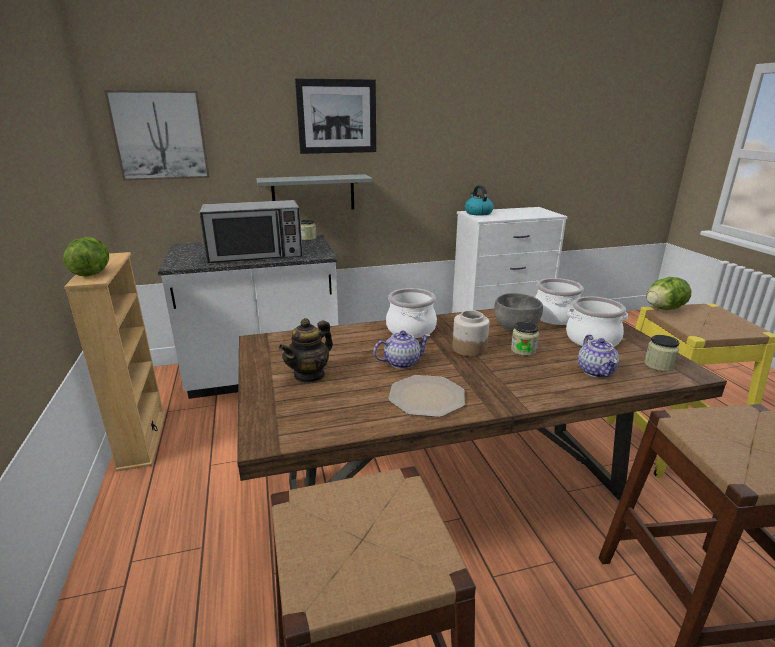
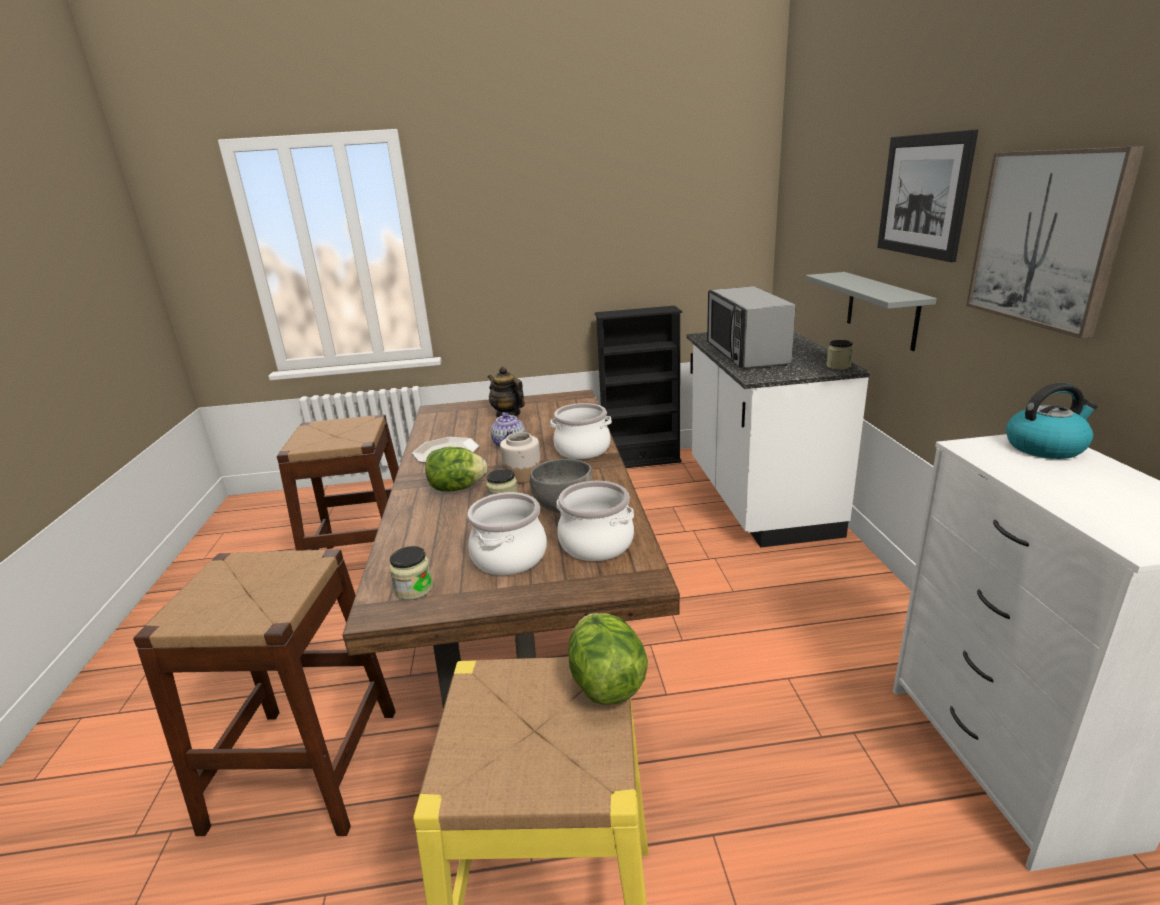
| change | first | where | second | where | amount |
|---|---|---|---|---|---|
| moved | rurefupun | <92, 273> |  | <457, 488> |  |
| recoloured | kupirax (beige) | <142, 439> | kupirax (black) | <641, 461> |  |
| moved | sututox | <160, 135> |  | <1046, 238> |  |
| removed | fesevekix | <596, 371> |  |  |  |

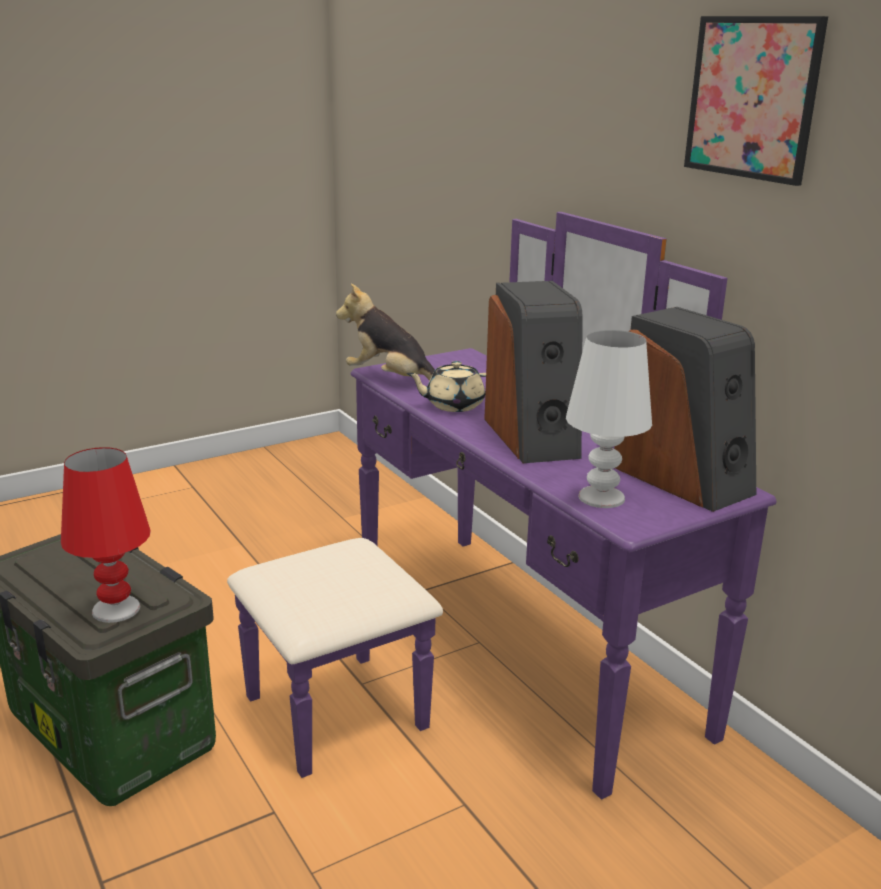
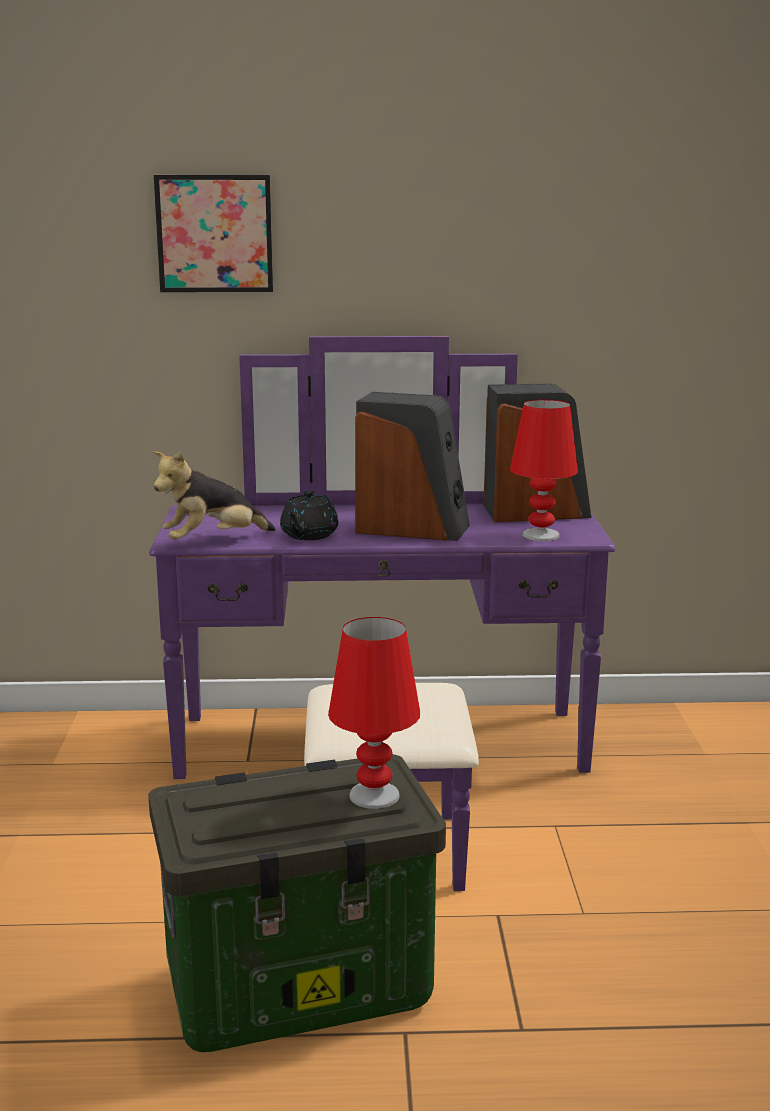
| change | first | where | second | where | amount |
|---|---|---|---|---|---|
| moved | sututox | <752, 98> |  | <214, 234> |  |
| recoloured | fesevekix (beige) | <453, 405> | fesevekix (black) | <308, 535> |  |
| recoloured | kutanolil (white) | <601, 497> | kutanolil (red) | <541, 535> |  |

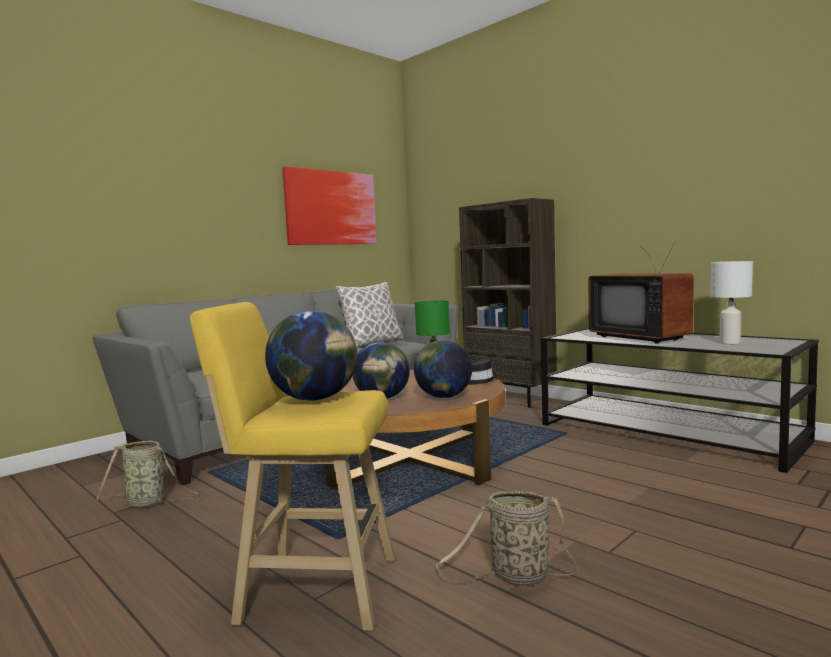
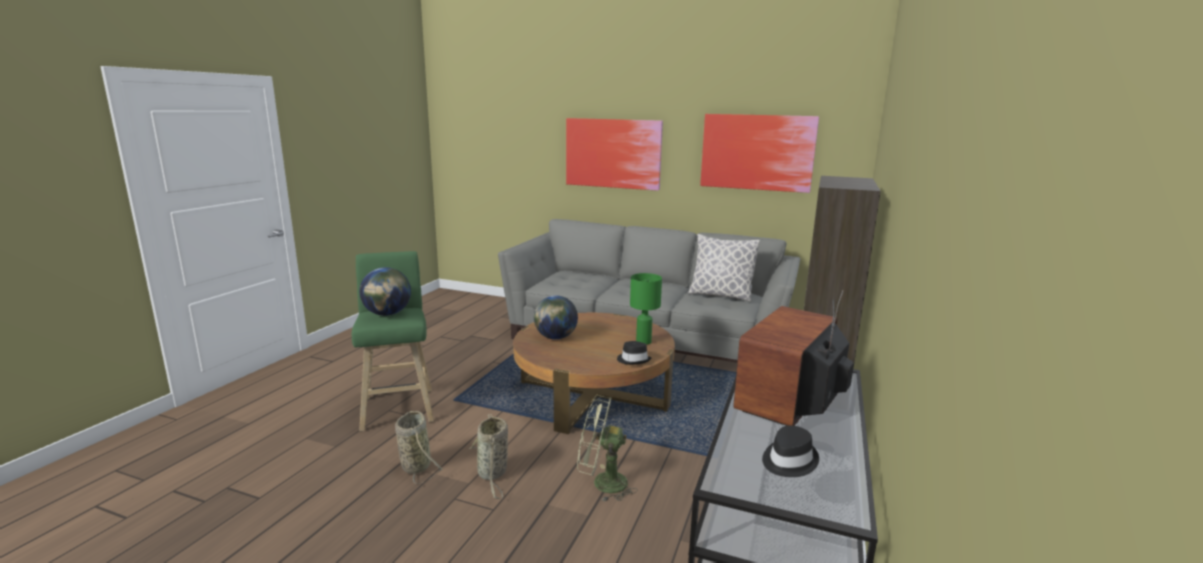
| change | first | where | second | where | amount |
|---|---|---|---|---|---|
| recoloured | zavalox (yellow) | <312, 588> | zavalox (green) | <398, 407> |  |
| moved | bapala | <148, 503> |  | <492, 474> |  |
| added |  |  | sututox | <613, 153> |  |
| added |  |  | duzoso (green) | <602, 483> |  |
| replaced | kutanolil (white) | <730, 342> | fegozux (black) | <788, 460> |  |
| removed | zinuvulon | <443, 397> |  |  |  |

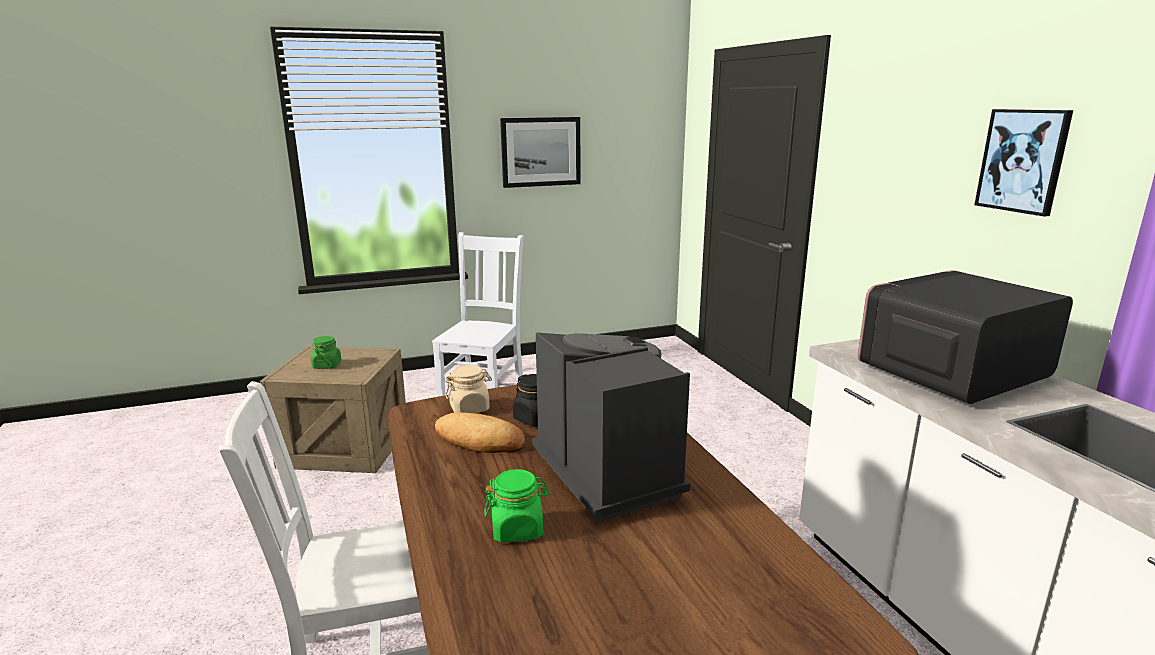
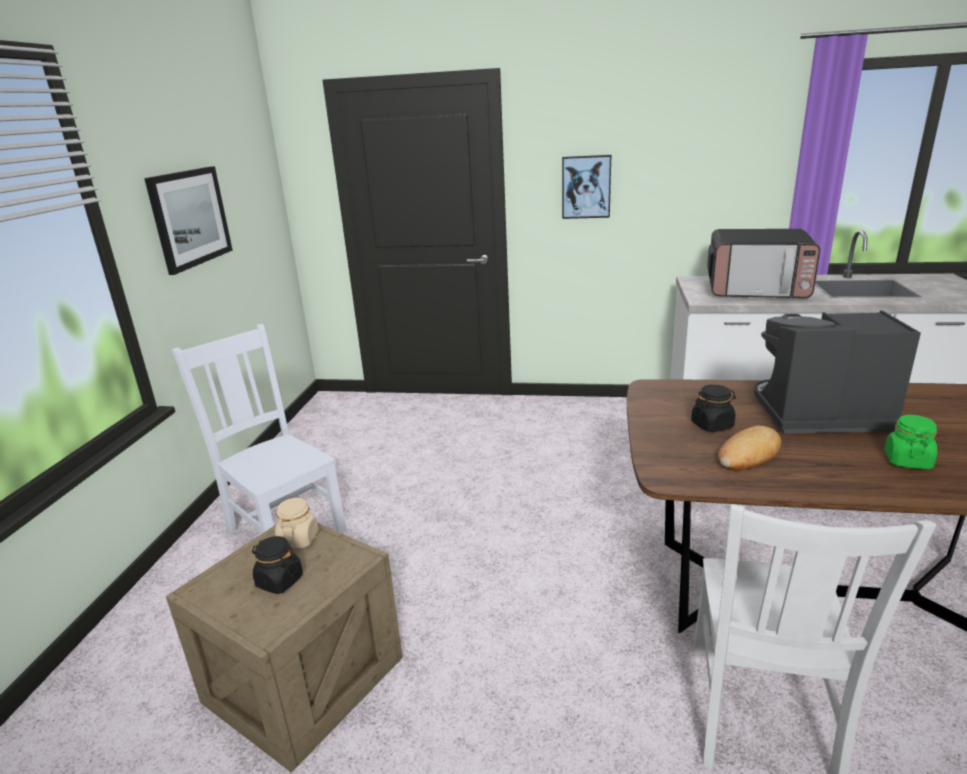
| change | first | where | second | where | amount |
|---|---|---|---|---|---|
| recoloured | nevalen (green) | <327, 365> | nevalen (black) | <279, 581> |  |
| moved | nevalen (beige) | <470, 408> |  | <298, 539> |  |
| moved | sututox | <1023, 161> |  | <586, 187> |  |
| turned | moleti | <951, 373> |  | <757, 290> | 75 degrees counterclockwise |

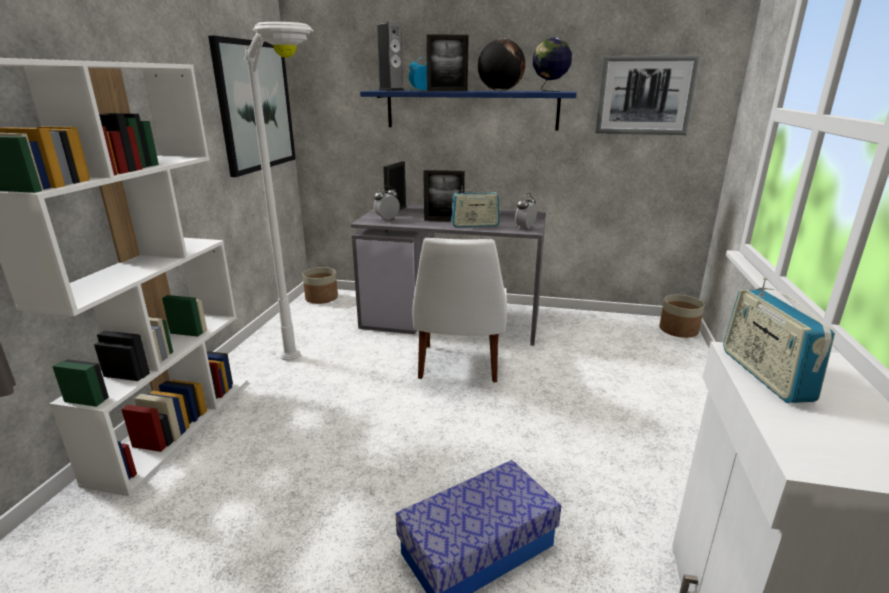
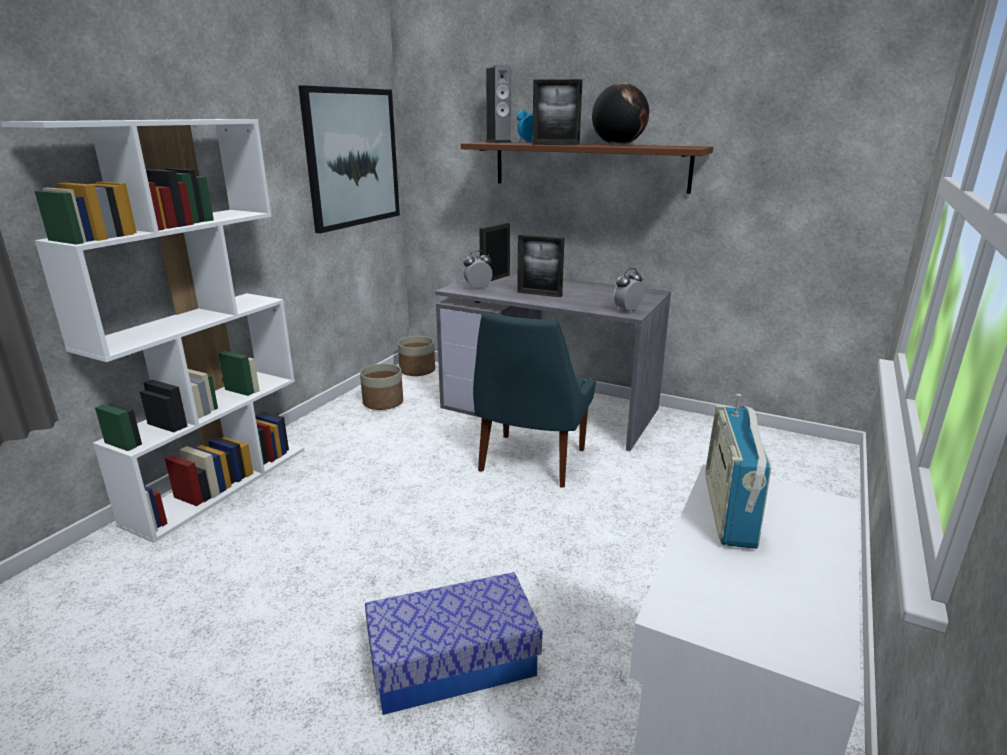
| change | first | where | second | where | amount |
|---|---|---|---|---|---|
| moved | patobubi | <678, 330> |  | <383, 402> |  |
| recoloured | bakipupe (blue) | <471, 110> | bakipupe (brown) | <589, 166> |  |
| recoloured | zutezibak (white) | <459, 365> | zutezibak (blue) | <530, 462> |  |
| removed | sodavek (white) | <312, 383> |  |  |  |
| removed | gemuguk | <475, 225> |  |  |  |
| removed | zinuvulon | <549, 91> |  |  |  |
| removed | sututox | <645, 95> |  |  |  |

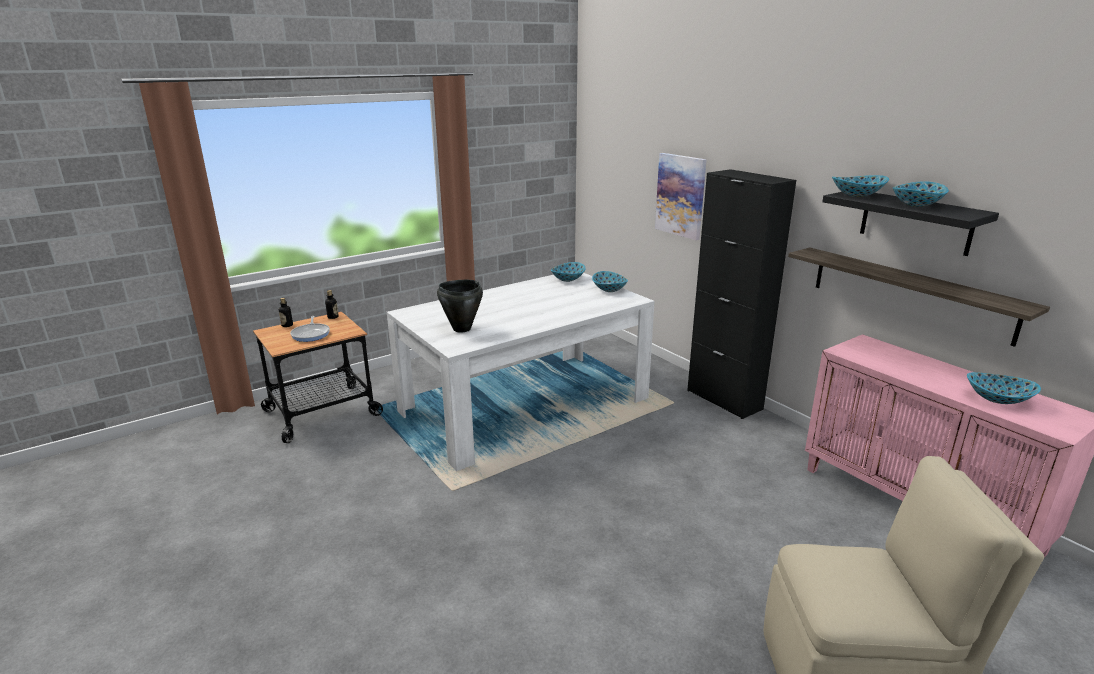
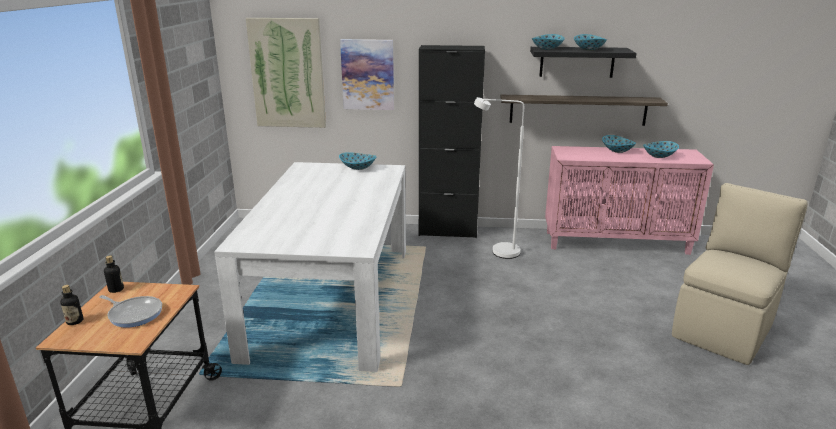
| change | first | where | second | where | amount |
|---|---|---|---|---|---|
| added |  |  | sututox | <287, 73> |  |
| added |  |  | sodavek (white) | <498, 251> |  |
| moved | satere | <567, 279> |  | <617, 151> |  |
| removed | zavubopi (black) | <461, 329> |  |  |  |

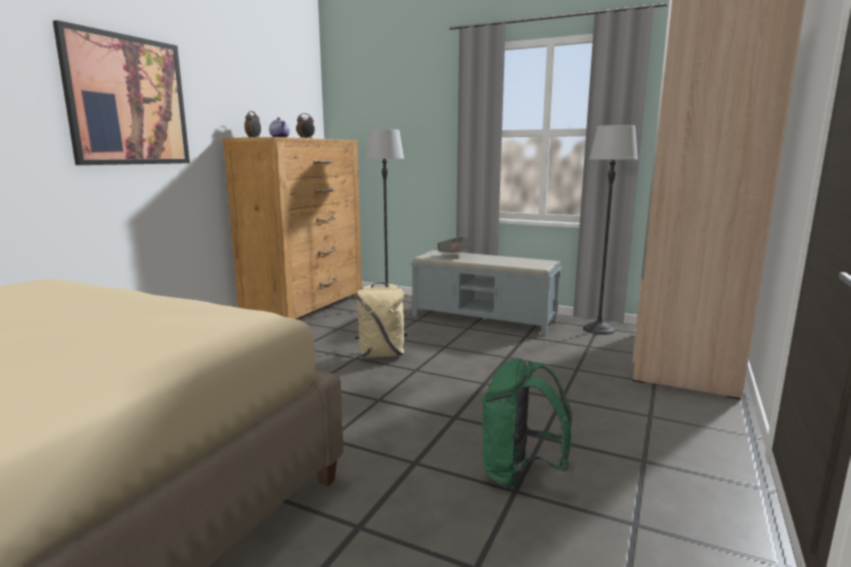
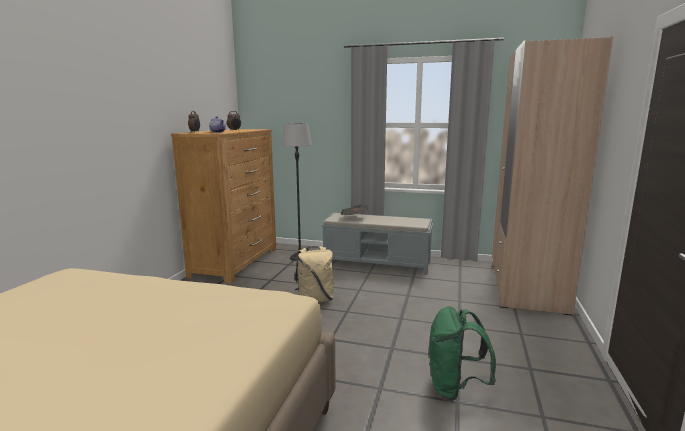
| change | first | where | second | where | amount |
|---|---|---|---|---|---|
| removed | sututox | <128, 101> |  |  |  |
| removed | sodavek | <599, 329> |  |  |  |

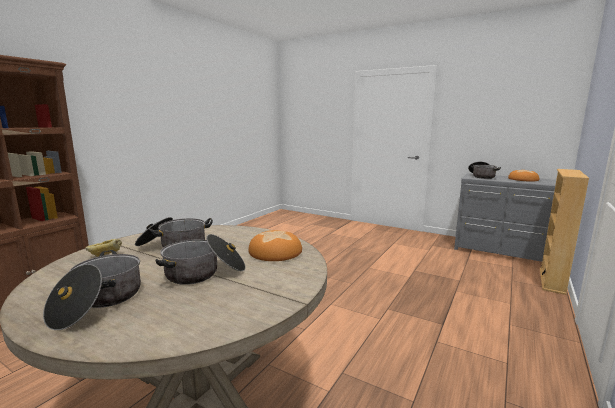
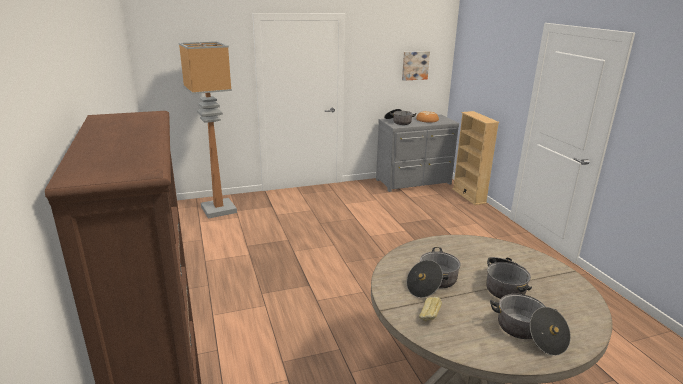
| change | first | where | second | where | amount |
|---|---|---|---|---|---|
| added |  |  | sodavek | <218, 210> |  |
| added |  |  | sututox | <415, 65> |  |
| removed | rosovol | <275, 252> |  |  |  |

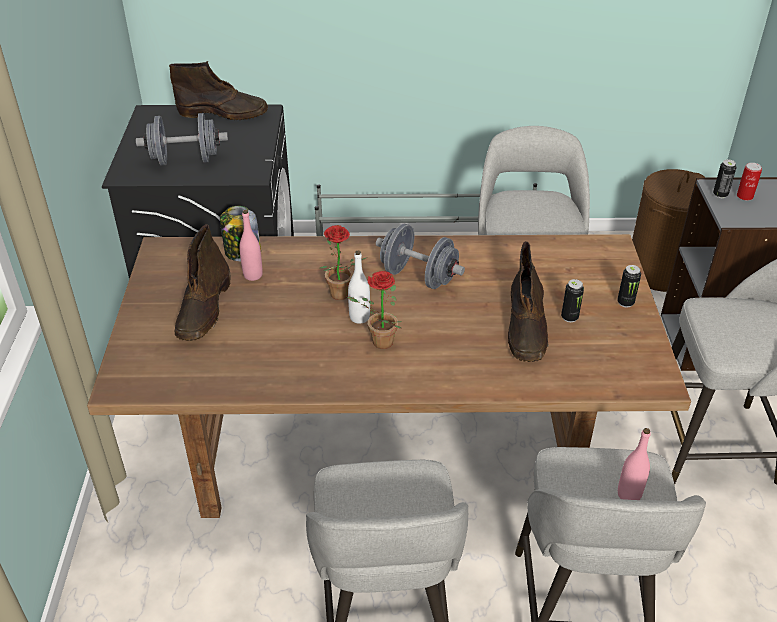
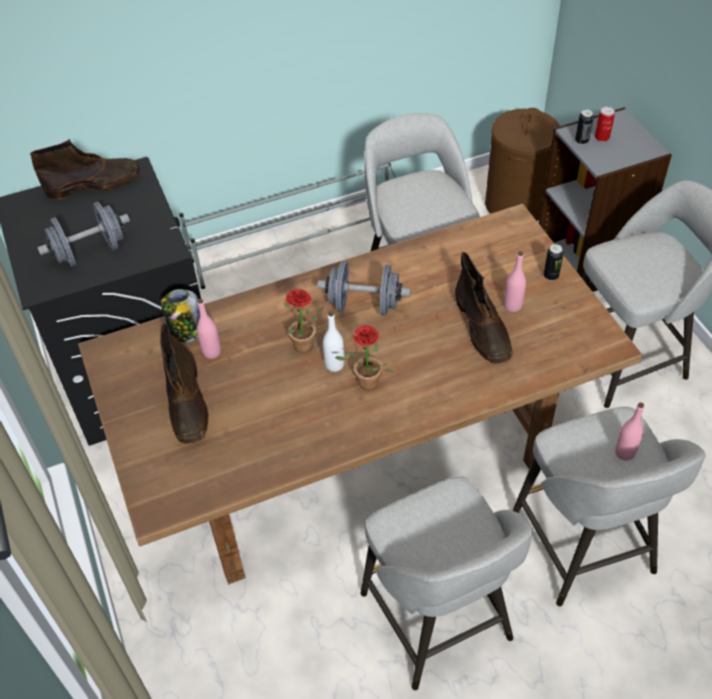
| change | first | where | second | where | amount |
|---|---|---|---|---|---|
| replaced | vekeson | <569, 317> | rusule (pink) | <512, 306> |  |

